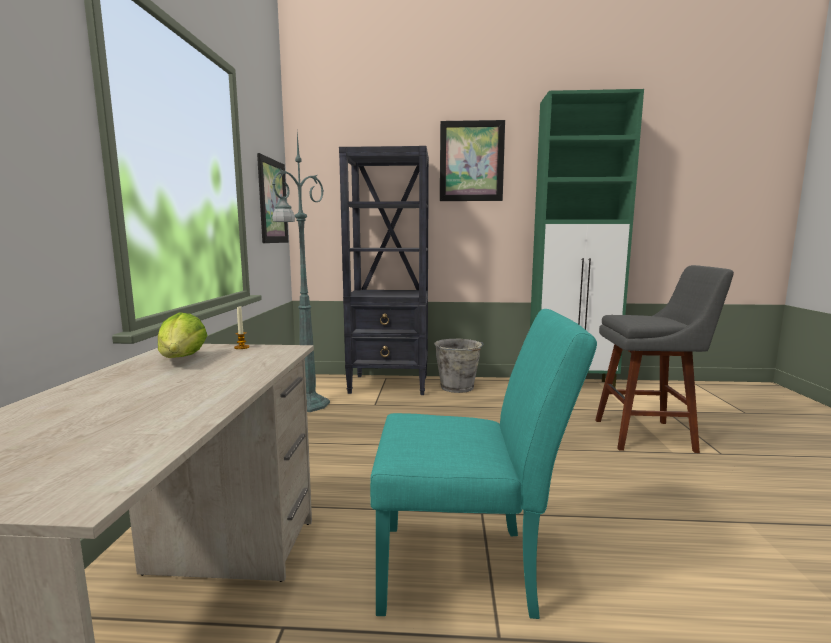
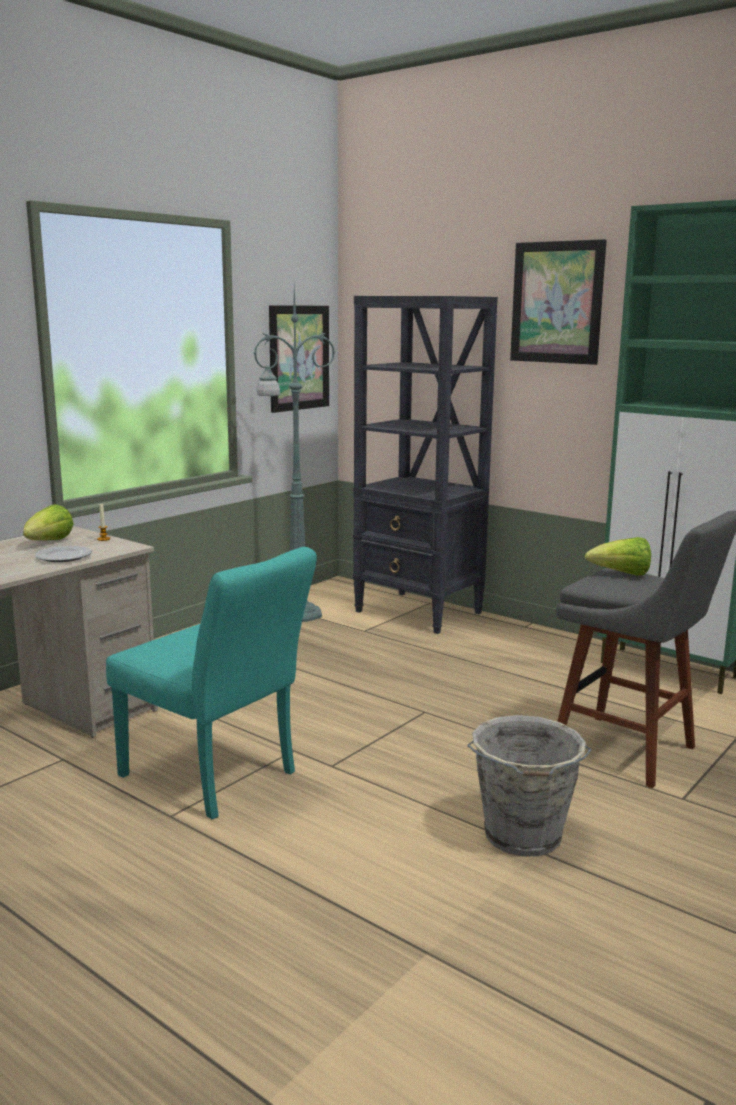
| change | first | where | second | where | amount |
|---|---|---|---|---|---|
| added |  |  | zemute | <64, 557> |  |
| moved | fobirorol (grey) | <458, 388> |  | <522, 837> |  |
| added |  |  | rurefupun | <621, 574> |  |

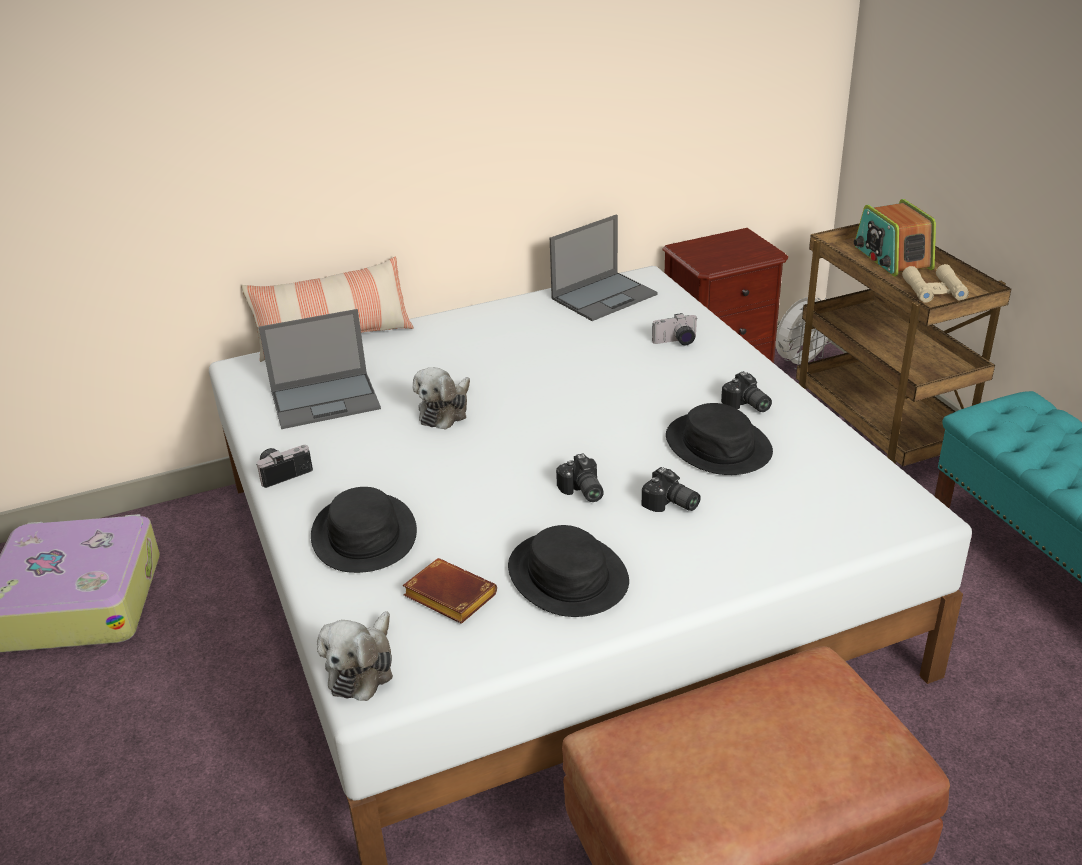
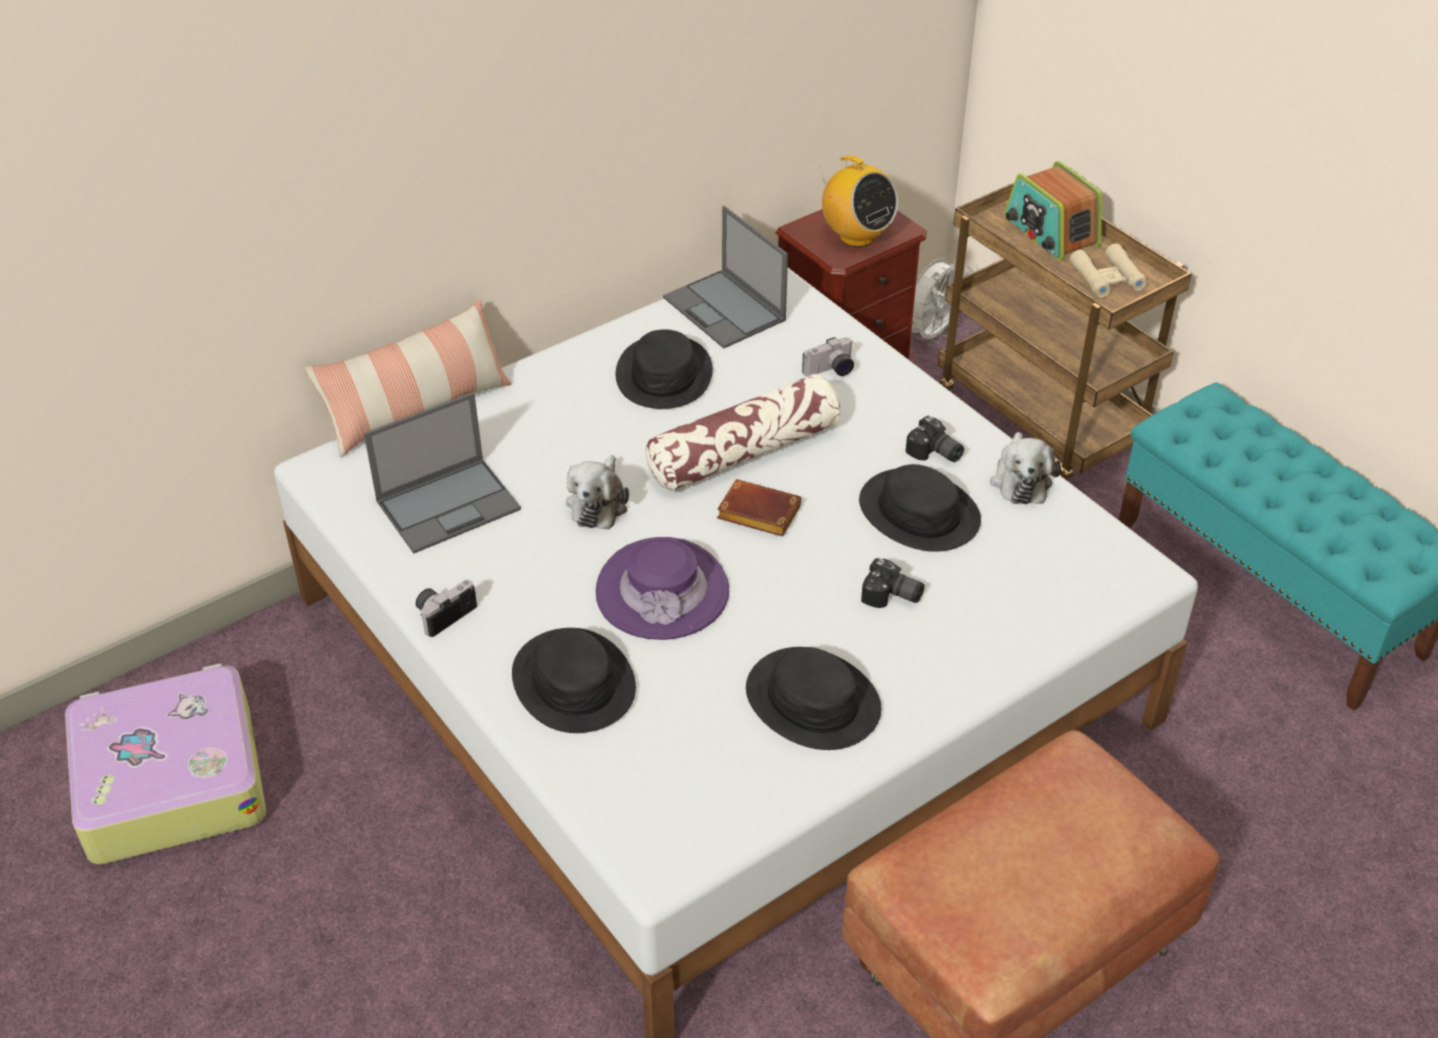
| change | first | where | second | where | amount |
|---|---|---|---|---|---|
| added |  |  | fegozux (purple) | <662, 591> |  |
| added |  |  | fegozux (black) | <664, 374> |  |
| added |  |  | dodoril | <744, 452> |  |
| turned | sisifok | <605, 296> |  | <725, 309> | 105 degrees clockwise |
| moved | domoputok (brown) | <447, 597> |  | <756, 514> |  |
| added |  |  | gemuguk | <856, 236> |  |
| moved | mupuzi | <362, 668> |  | <1020, 480> |  |
| removed | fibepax | <581, 491> |  |  |  |

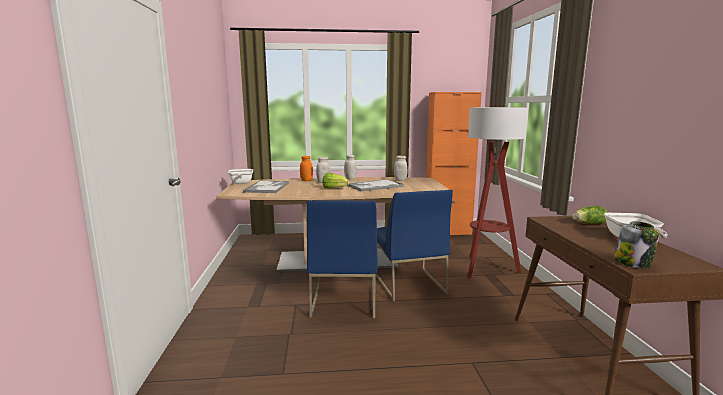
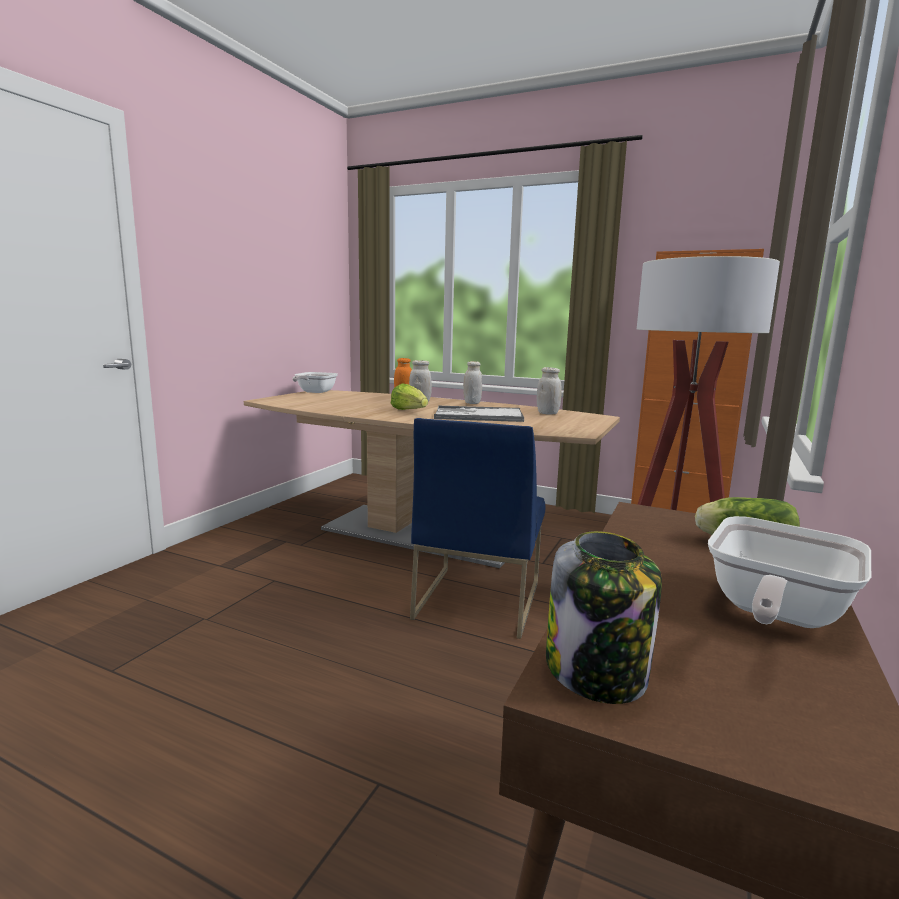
| change | first | where | second | where | amount |
|---|---|---|---|---|---|
| removed | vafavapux | <267, 187> |  |  |  |
| removed | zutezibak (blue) | <343, 300> |  |  |  |

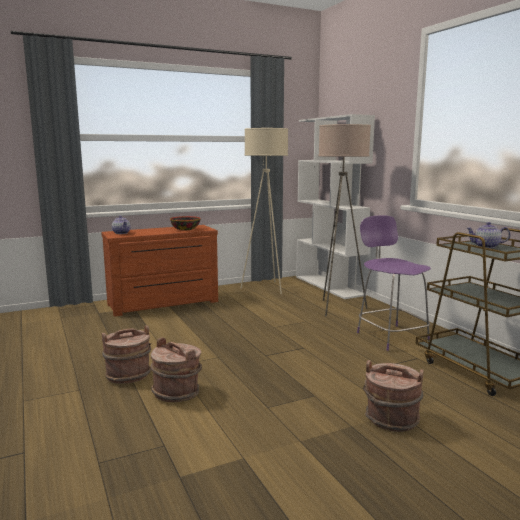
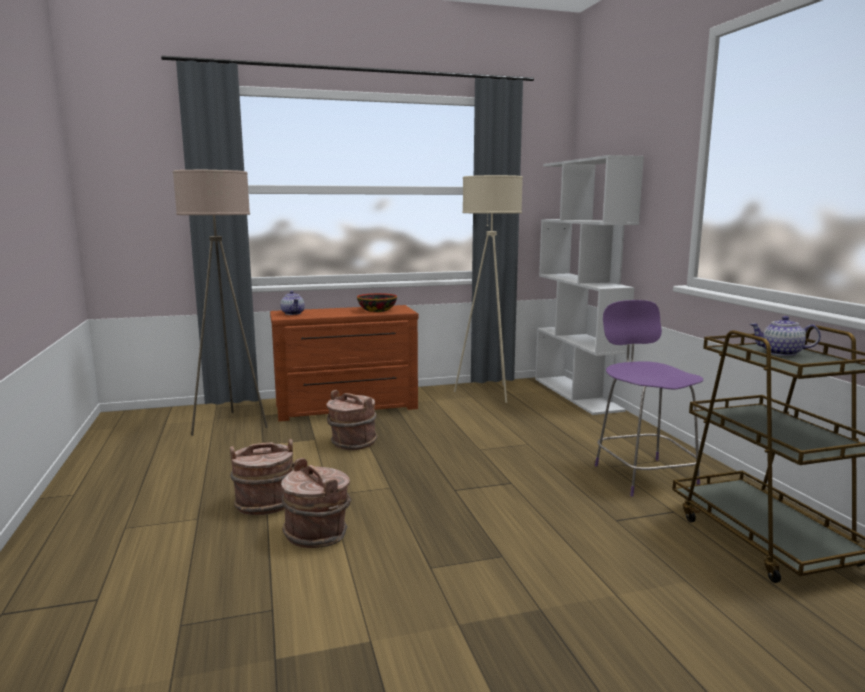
| change | first | where | second | where | amount |
|---|---|---|---|---|---|
| moved | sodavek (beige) | <338, 308> |  | <230, 425> |  |
| moved | fobirorol (brown) | <391, 419> |  | <352, 443> |  |

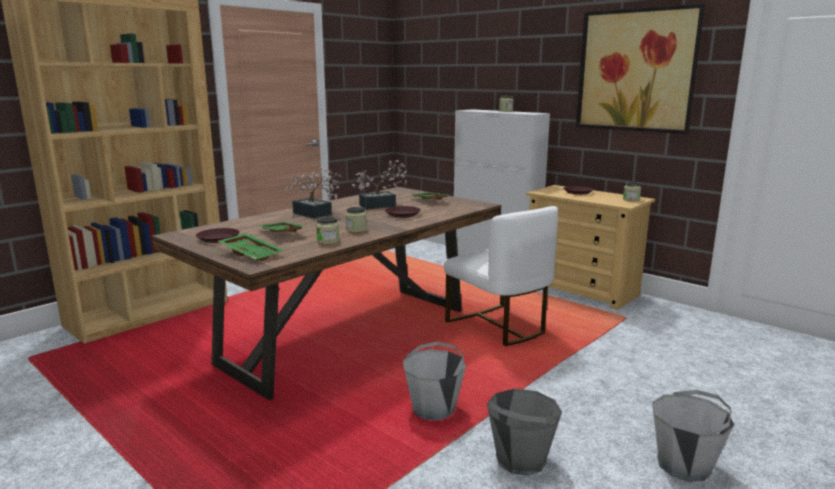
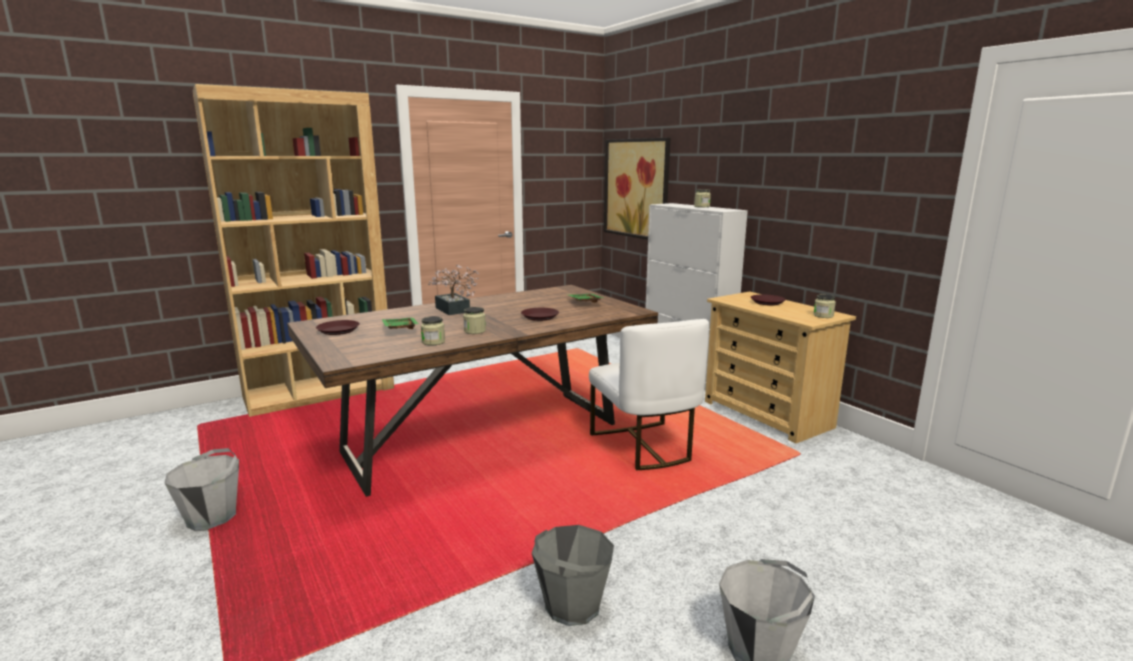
| change | first | where | second | where | amount |
|---|---|---|---|---|---|
| moved | fobirorol (grey) | <433, 409> |  | <212, 517> |  |
| moved | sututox | <636, 70> |  | <636, 188> |  |
| removed | vafavapux (green) | <252, 254> |  |  |  |
| removed | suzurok | <381, 205> |  |  |  |

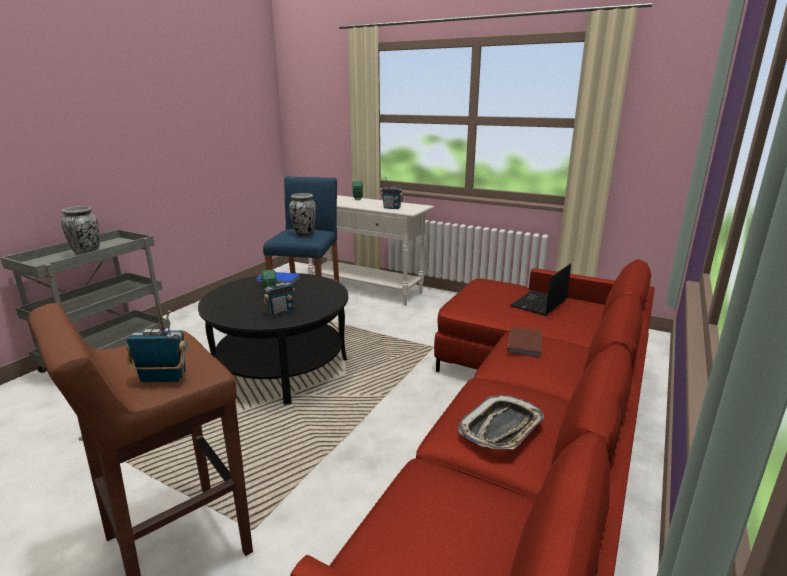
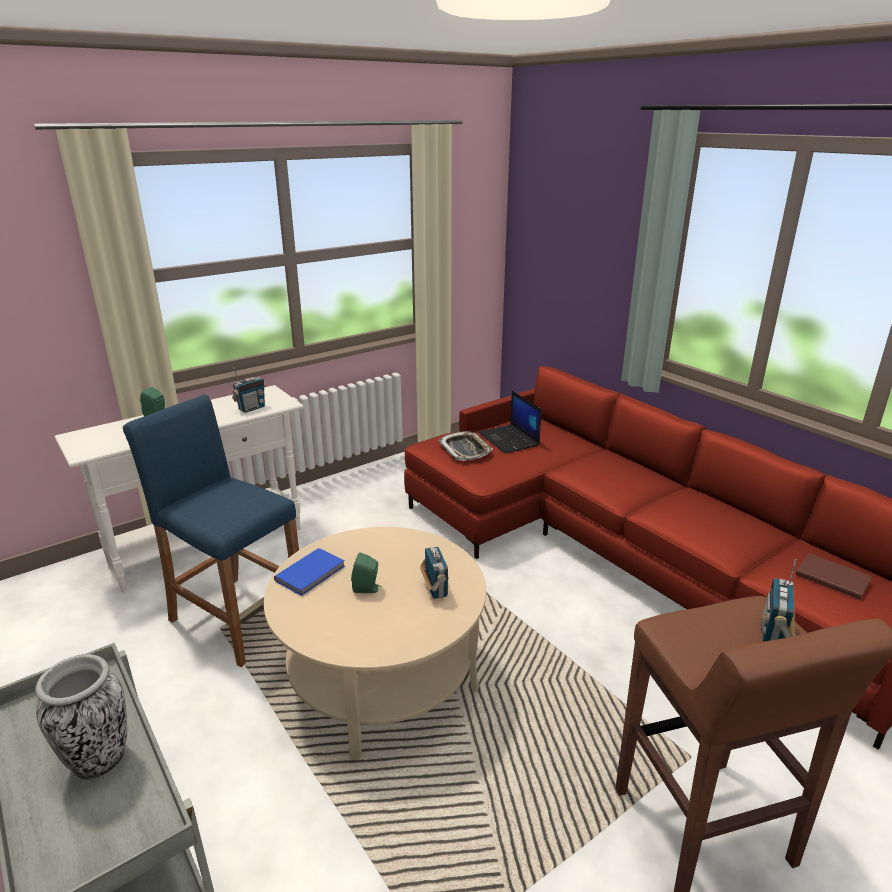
| change | first | where | second | where | amount |
|---|---|---|---|---|---|
| recoloured | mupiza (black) | <281, 368> | mupiza (beige) | <381, 678> |  |
| moved | vafavapux | <501, 428> |  | <465, 450> |  |
| moved | domoputok (brown) | <526, 343> |  | <832, 577> |  |
| removed | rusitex | <304, 234> |  |  |  |

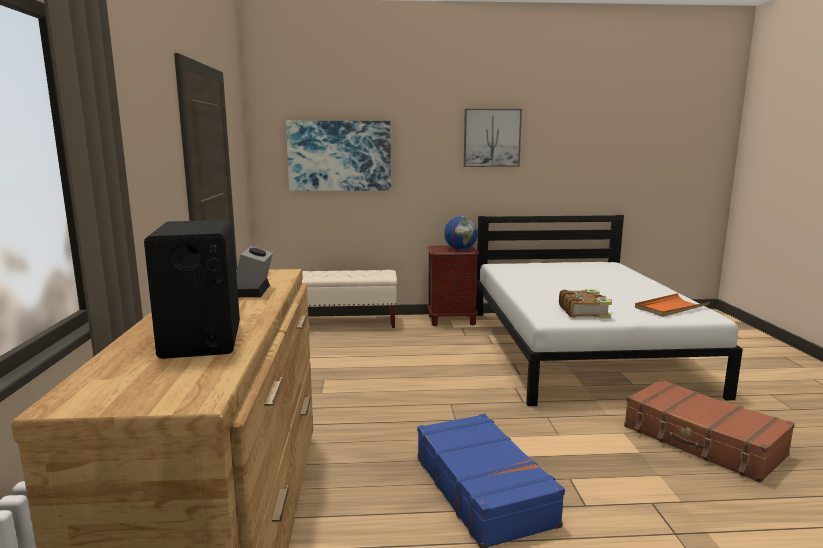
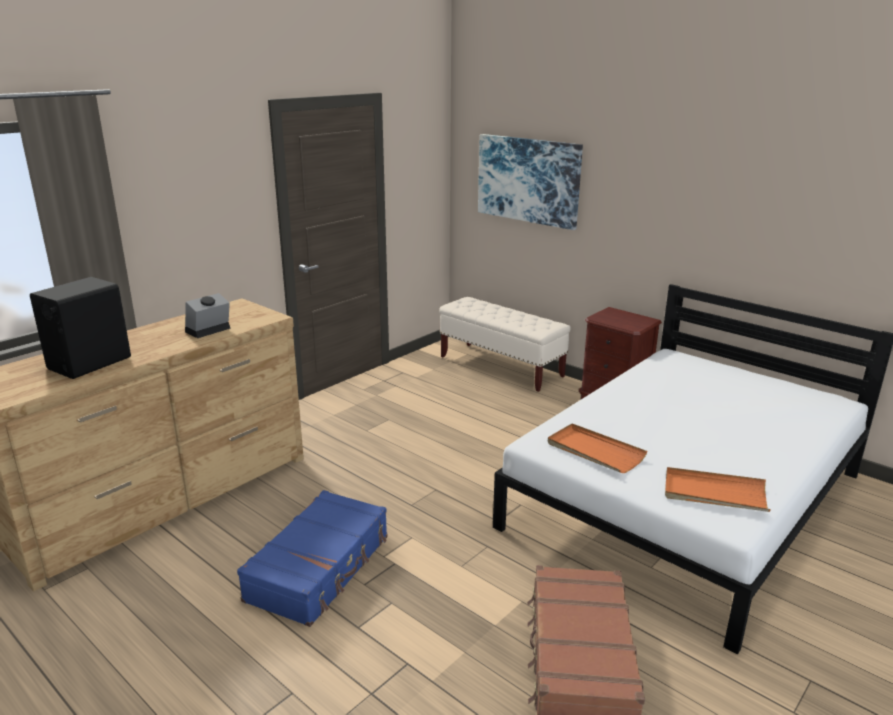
| change | first | where | second | where | amount |
|---|---|---|---|---|---|
| replaced | domoputok | <584, 311> | vafavapux (orange) | <594, 451> |  |
| removed | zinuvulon | <460, 249> |  |  |  |
| removed | sututox | <492, 138> |  |  |  |

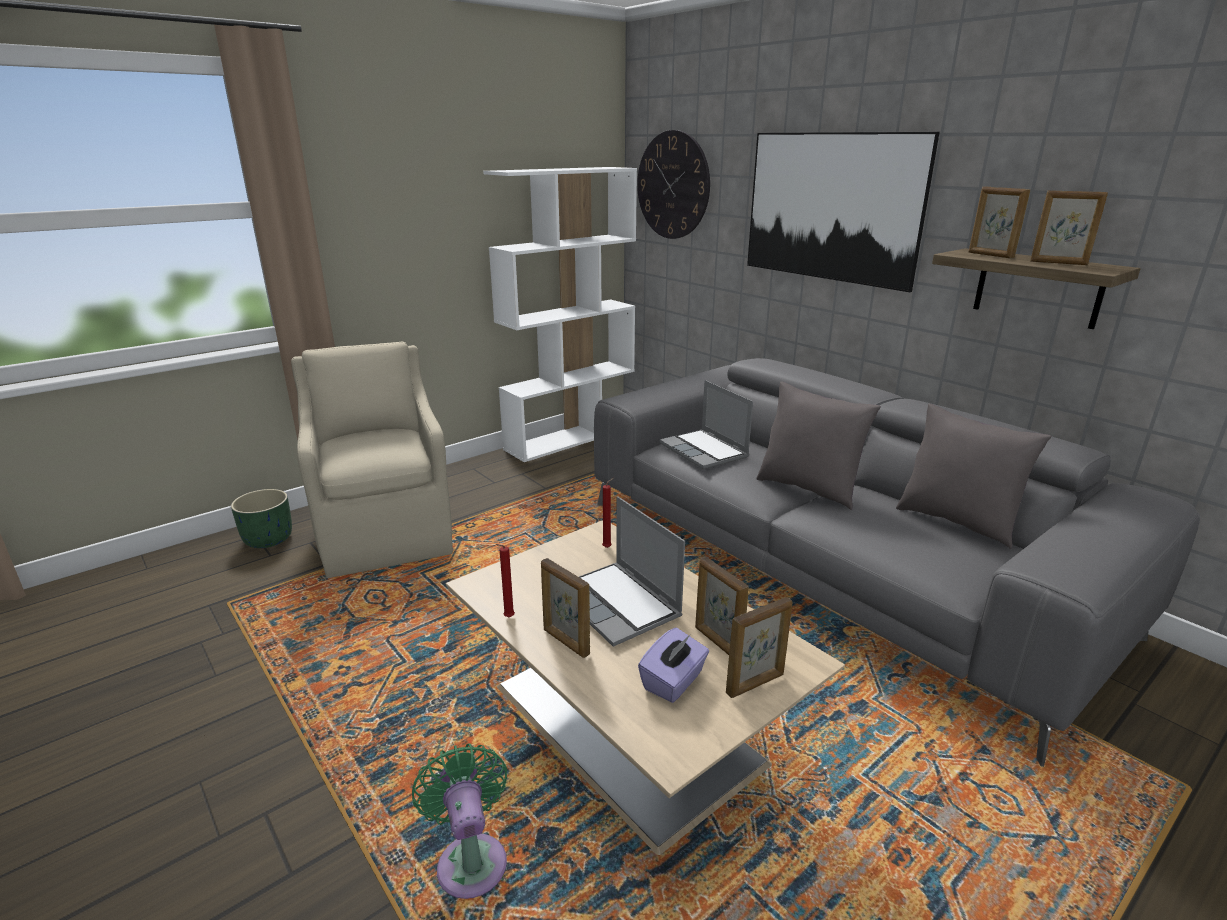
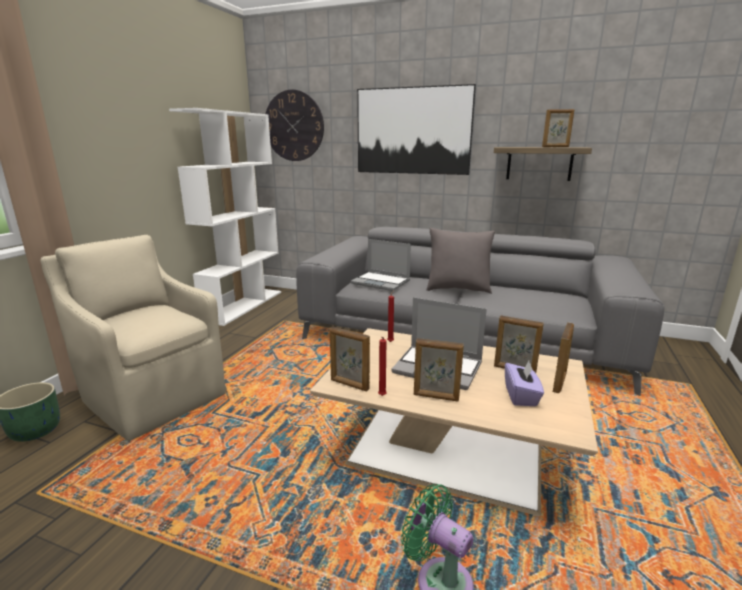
| change | first | where | second | where | amount |
|---|---|---|---|---|---|
| moved | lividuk | <990, 255> |  | <349, 385> |  |
| removed | dodoril (grey) | <956, 521> |  |  |  |

